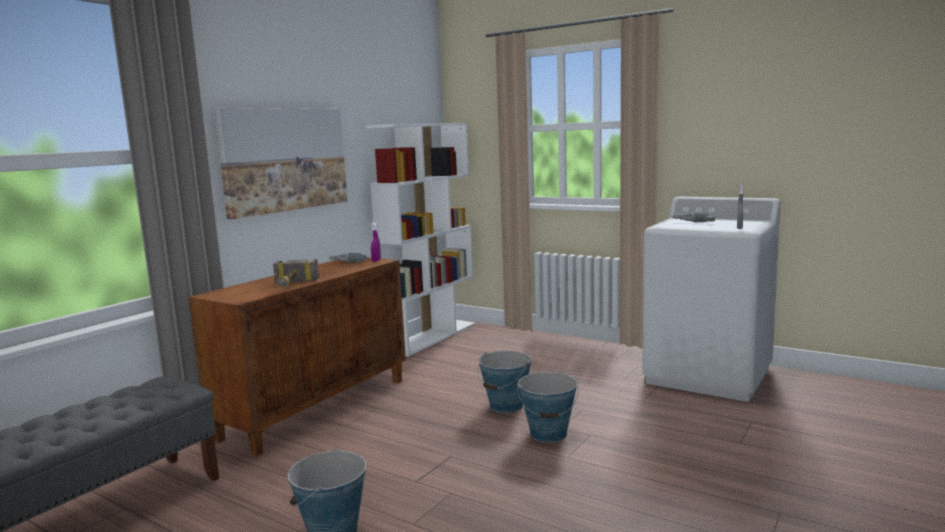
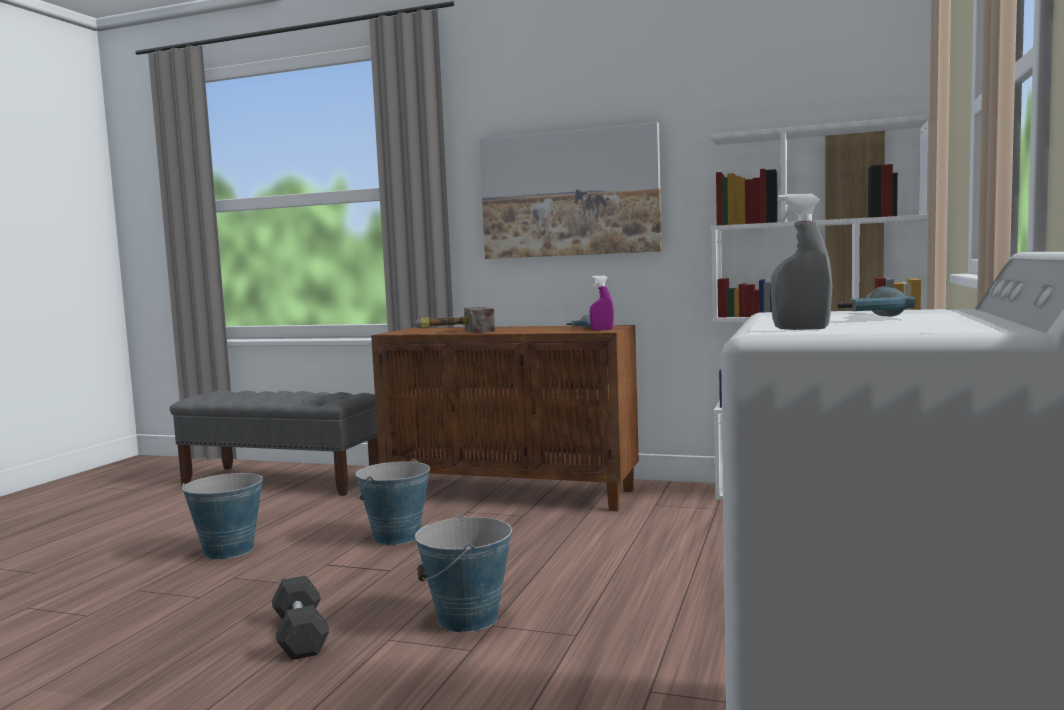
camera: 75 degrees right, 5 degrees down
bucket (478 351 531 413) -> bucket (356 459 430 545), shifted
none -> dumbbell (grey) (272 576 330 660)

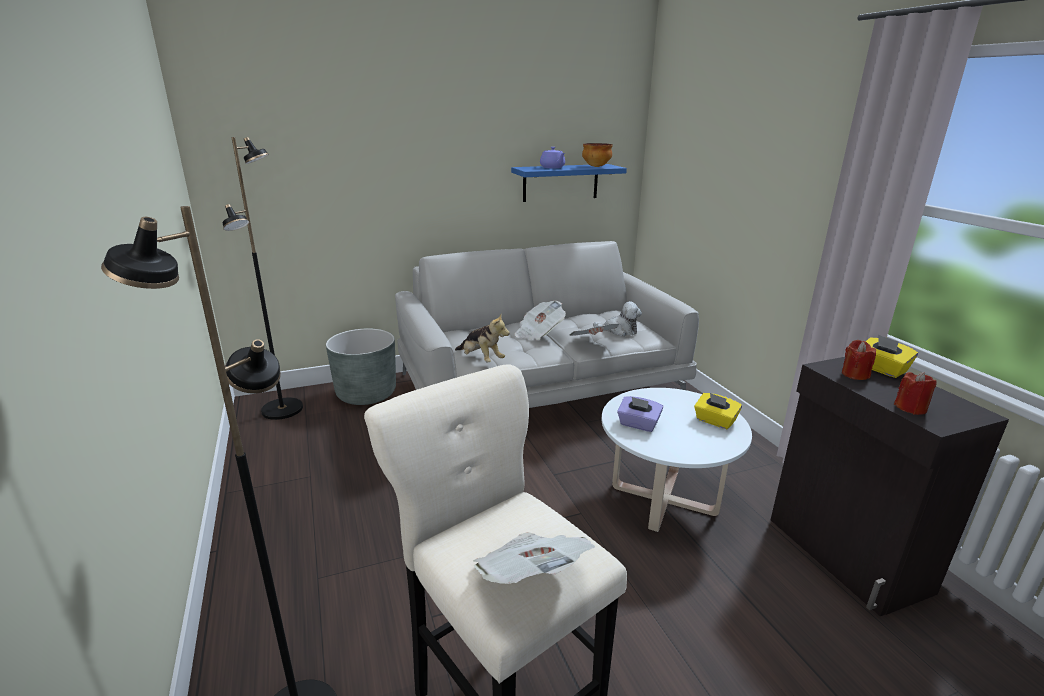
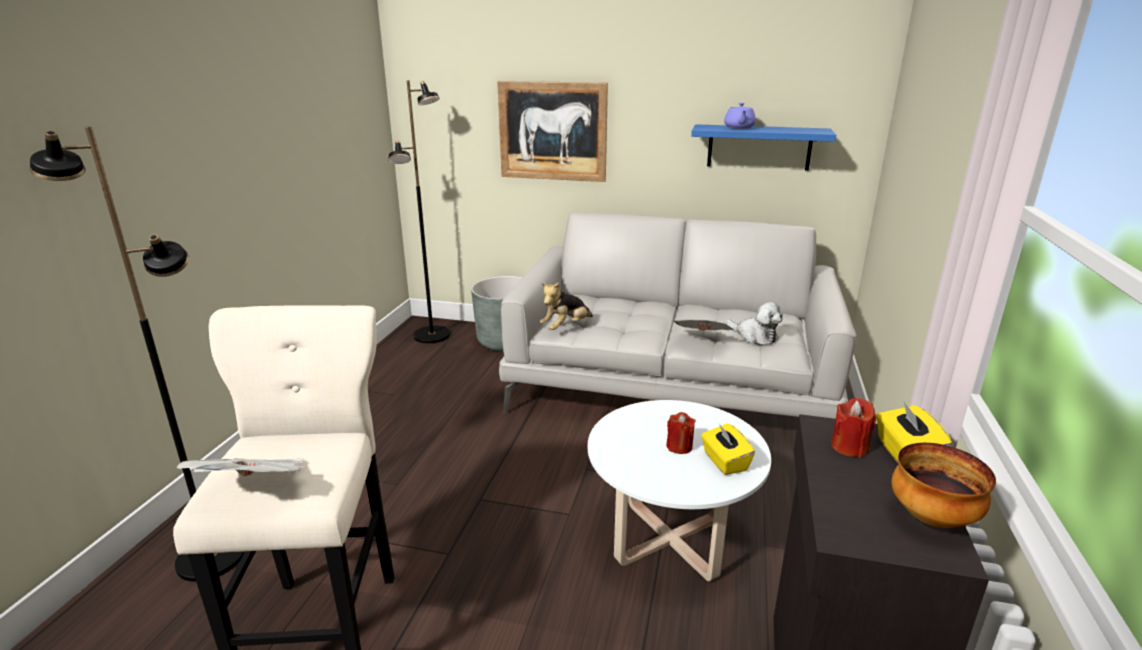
camera: 35 degrees right, 0 degrees up
plush toy (455 314 510 362) -> plush toy (540 282 593 330), 60 degrees clockwise
newspaper (514 301 566 340) -> none
bowl (582 143 613 167) -> bowl (891 443 996 528), shifted
tissue box (purple) (617 396 663 432) -> none
candle (red) (894 372 937 415) -> candle (red) (666 412 696 454), shifted
none -> picture (497 81 608 182)

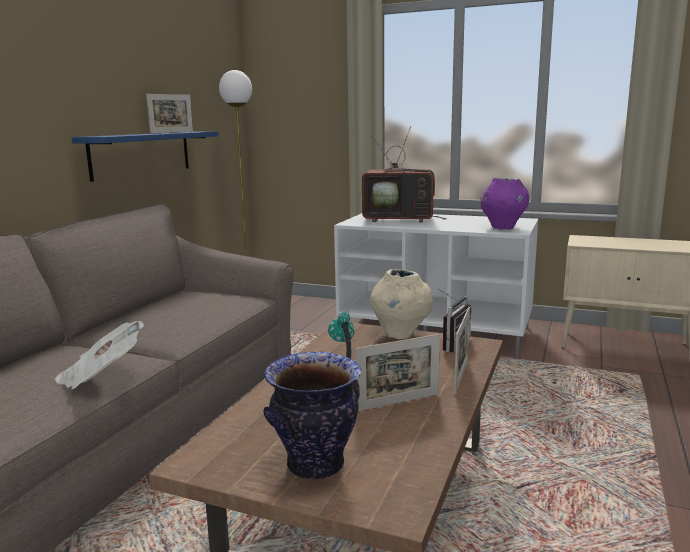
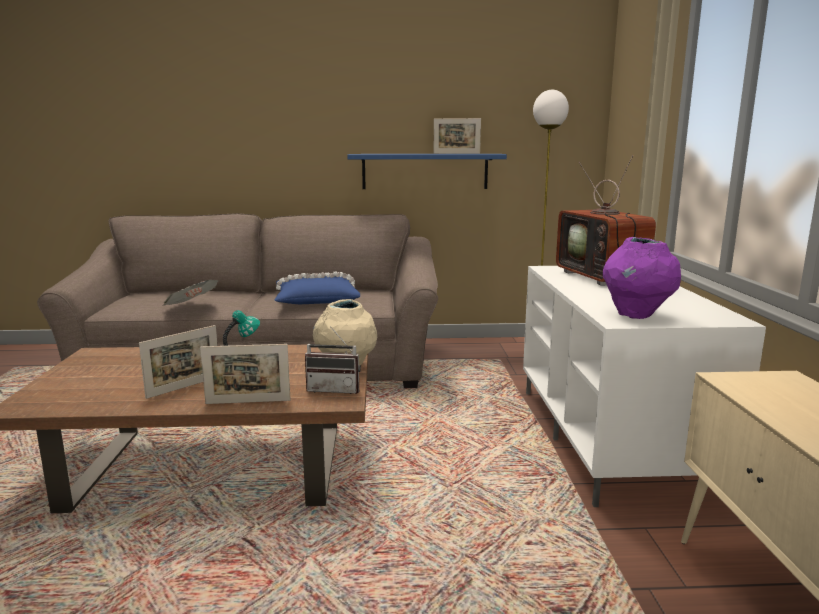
camera: 65 degrees right, 0 degrees up
vase (263 352 361 480) -> none
picture frame (356 334 440 411) -> picture frame (139 325 218 399), 90 degrees counterclockwise
none -> pillow (blue) (274 271 360 304)

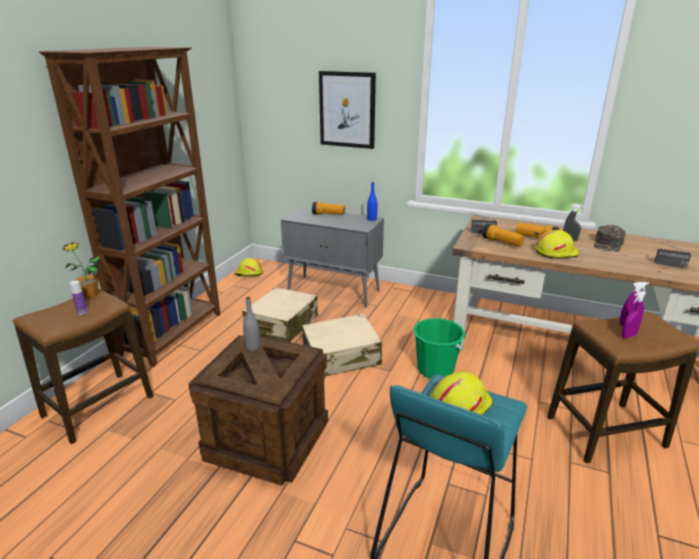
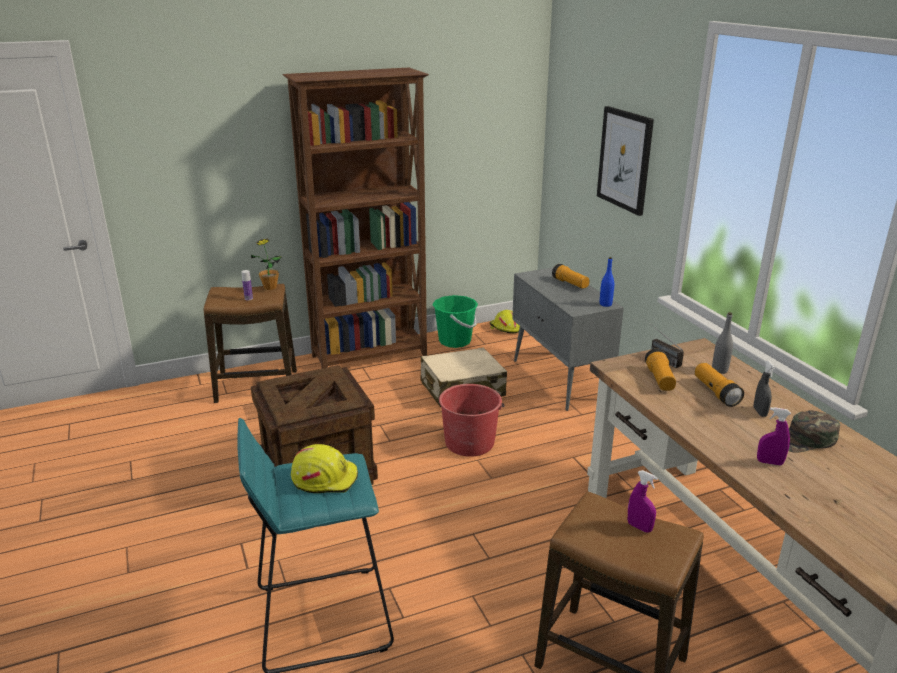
camera: 45 degrees right, 0 degrees up
bottle (grey) (243 297 260 351) -> bottle (grey) (712 312 733 374), shifted
suitcase (beige) (302 314 382 376) -> bucket (red) (438 384 505 457)
bucket (green) (413 318 465 379) -> bucket (green) (433 295 478 348), shifted
hard hat (yellow) (535 230 579 259) -> none
spray bottle (purple) (621 291 646 338) -> spray bottle (purple) (757 407 791 465), shifted
radio (644 235 691 269) -> none

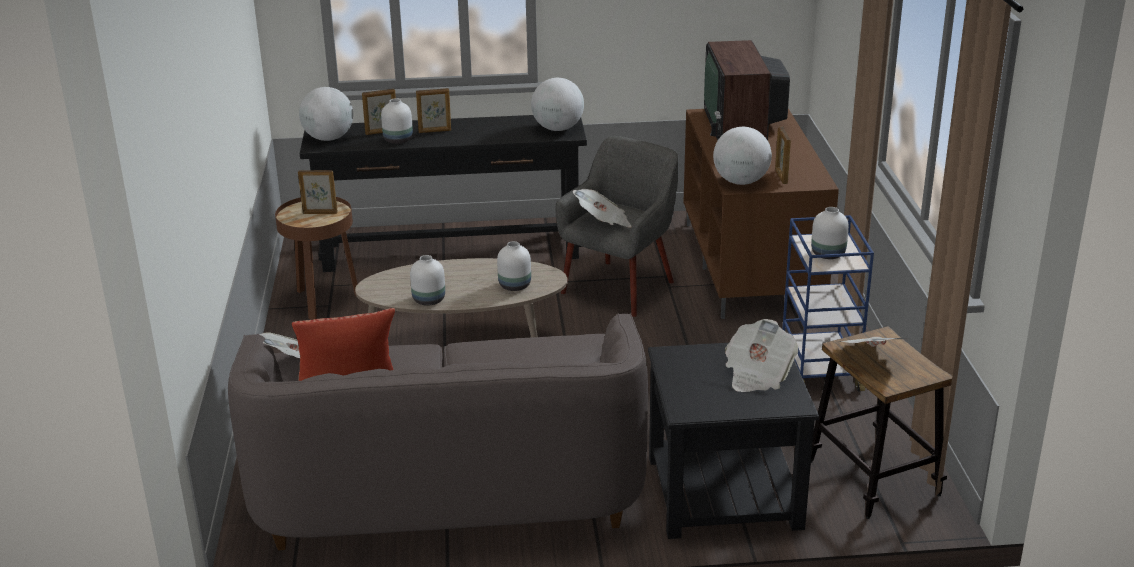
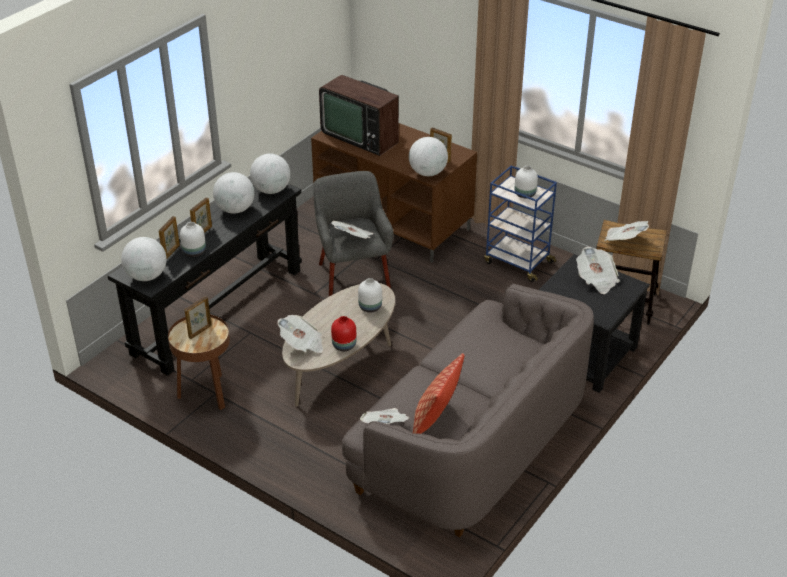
camera: 50 degrees left, 10 degrees up
vase (white) (410 255 445 306) -> vase (red) (331 316 357 351)
none -> globe (213 172 254 214)
none -> newspaper (277 315 323 353)

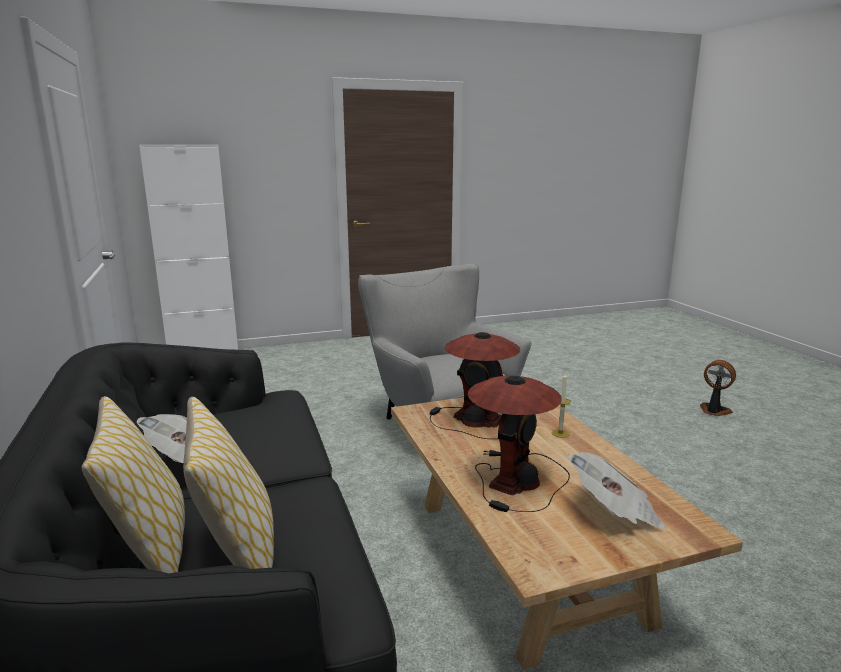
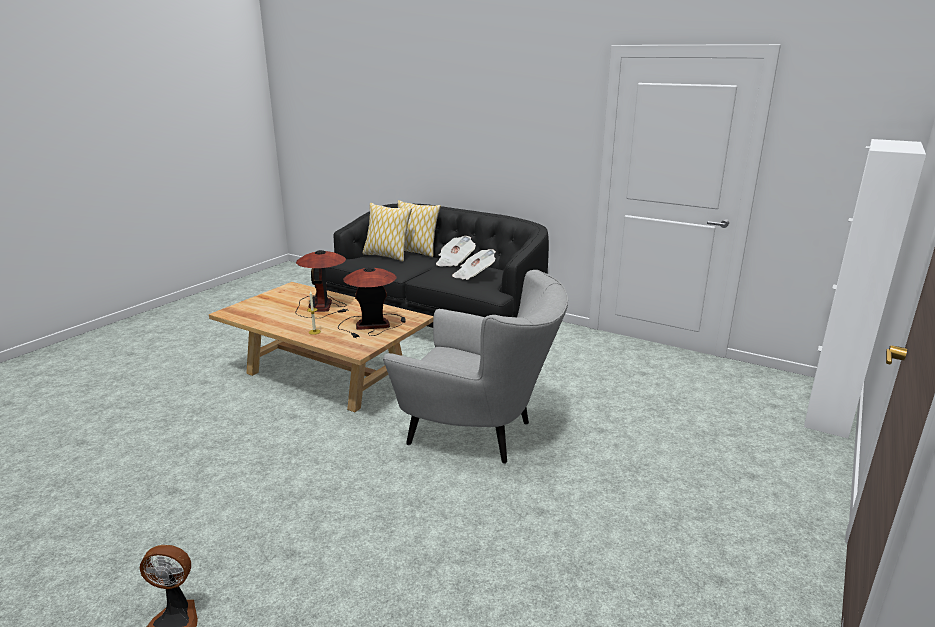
camera: 140 degrees right, 5 degrees up
newspaper (568 452 666 529) -> newspaper (452 249 496 280), shifted

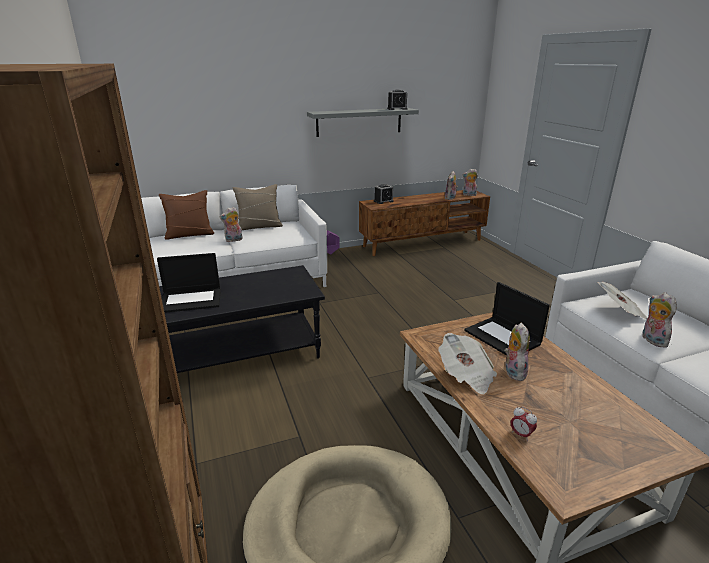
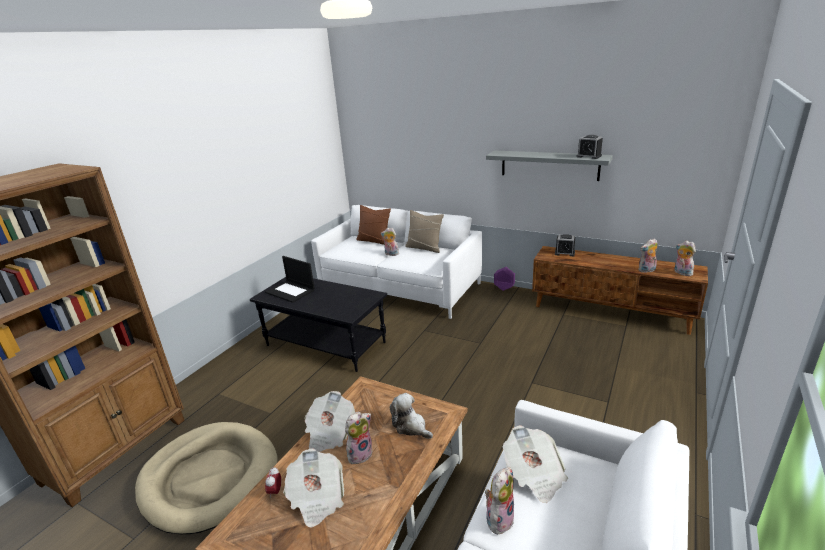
camera: 50 degrees right, 0 degrees up
laptop (464 282 550 356) -> plush toy (390 393 433 439)
none -> newspaper (284 448 344 528)

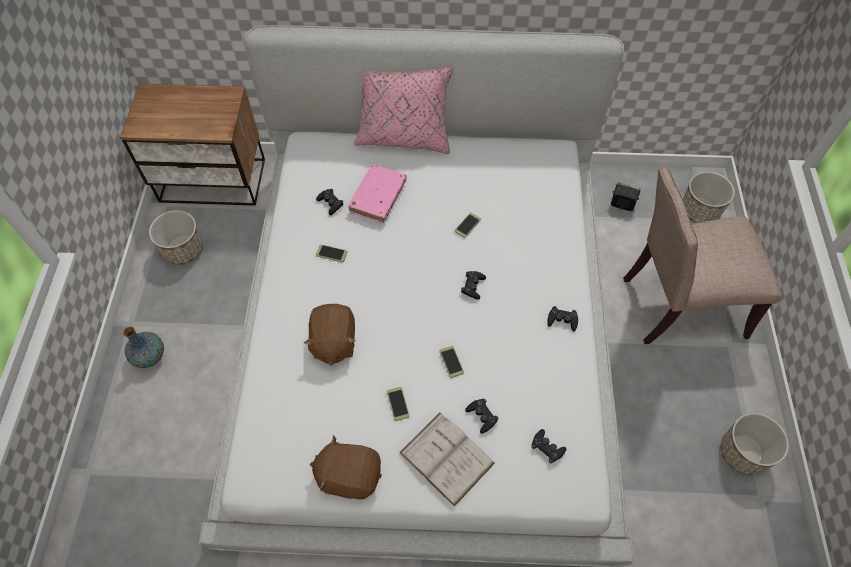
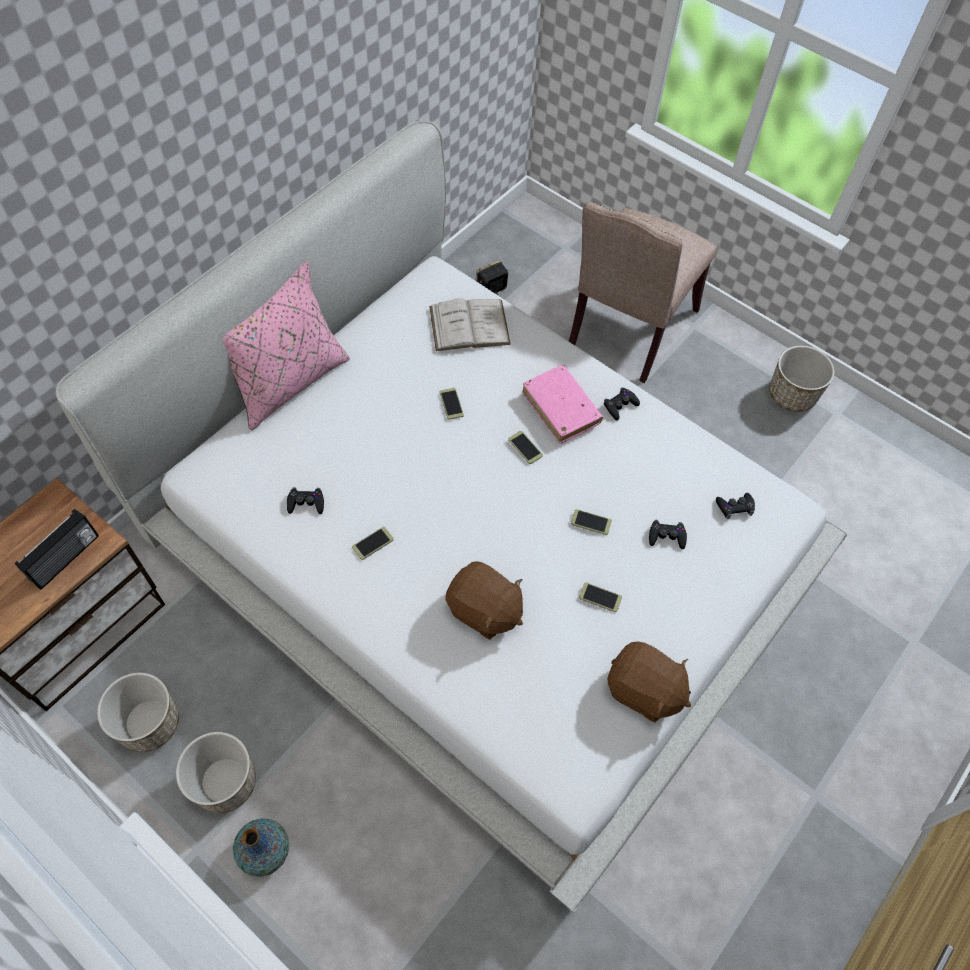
camera: 55 degrees left, 0 degrees up
plush toy (brown) (310 435 382 499) -> plush toy (brown) (608 642 691 722), 105 degrees counterclockwise
book (pink) (348 165 407 223) -> book (pink) (522 365 603 444), shifted
book (white) (399 413 495 507) -> book (white) (429 298 511 351), shifted
game controller (black) (461 271 486 300) -> phone (508 431 543 464)
planter (683 171 735 223) -> planter (176 732 256 813), shifted
none -> radio (15 509 99 590)

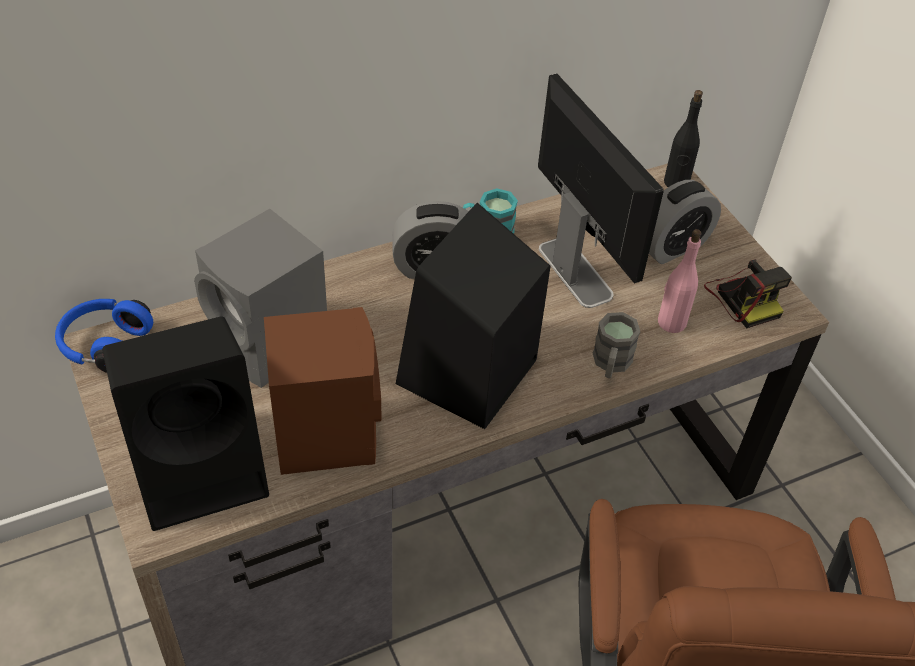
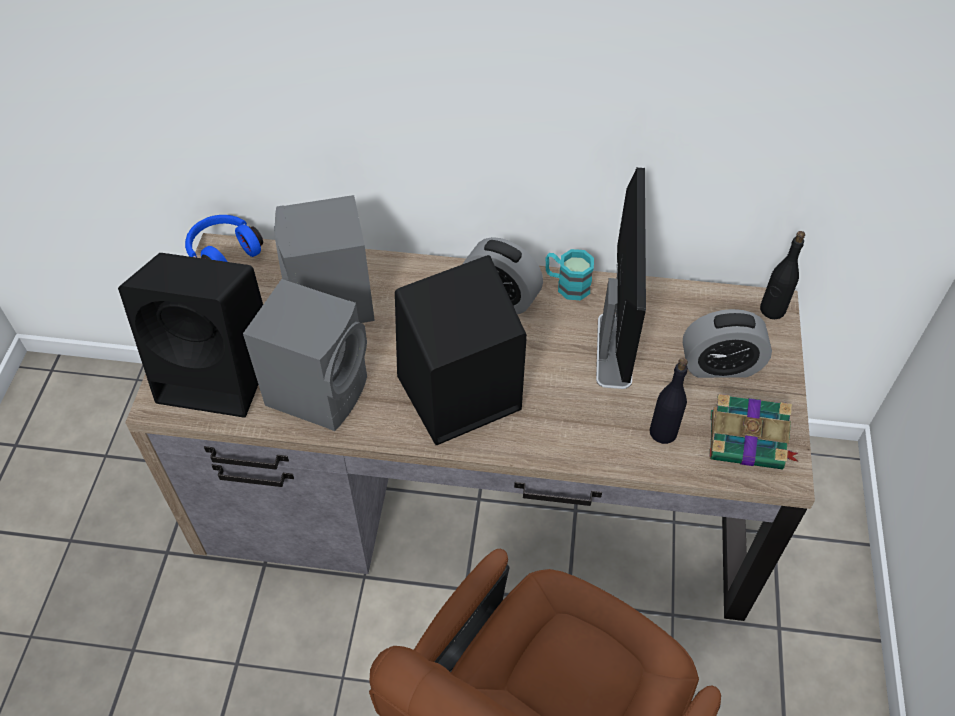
camera: 35 degrees right, 5 degrees up
speaker (brown) (264 307 381 475) -> speaker (grey) (243 279 367 431)
mug (grey) (593 312 640 378) -> none
bottle (pink) (658 229 702 333) -> bottle (black) (650 358 688 444)
photo camera (704 259 792 328) -> book (709 394 798 470)

